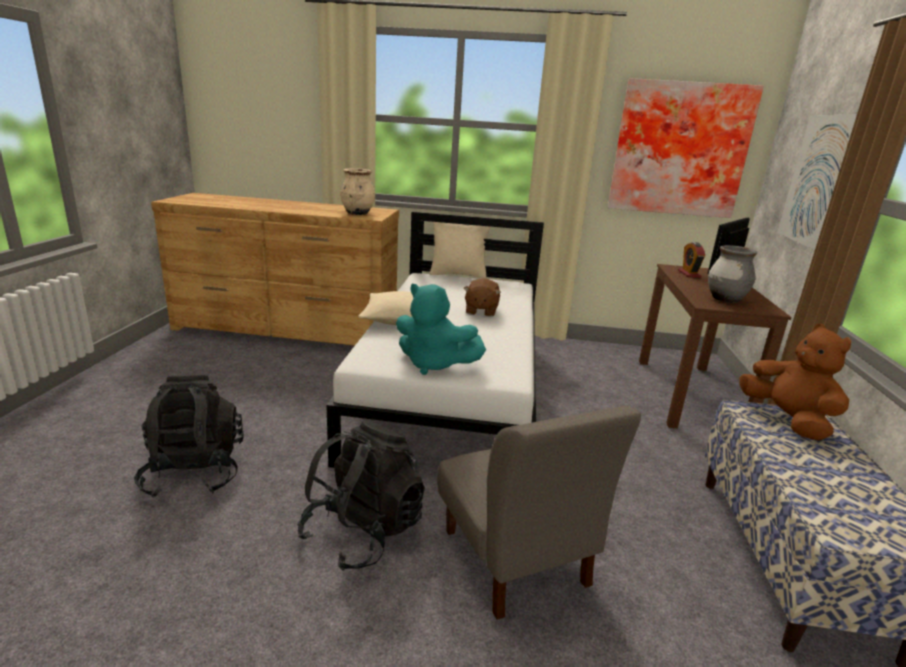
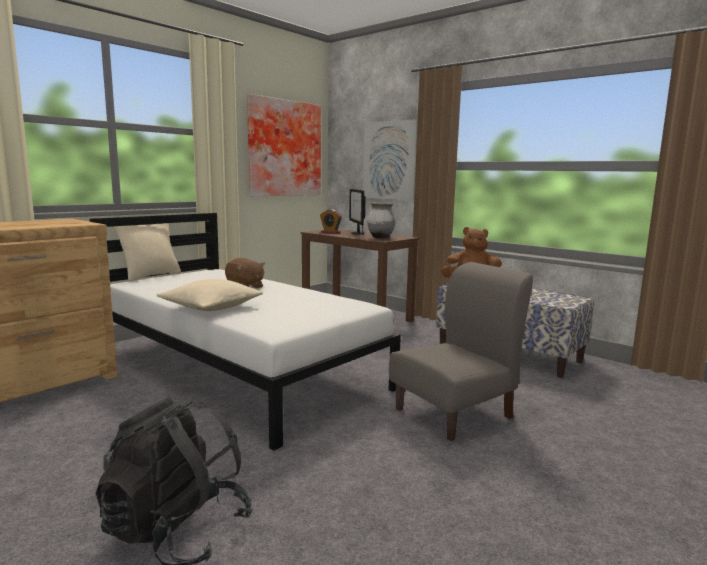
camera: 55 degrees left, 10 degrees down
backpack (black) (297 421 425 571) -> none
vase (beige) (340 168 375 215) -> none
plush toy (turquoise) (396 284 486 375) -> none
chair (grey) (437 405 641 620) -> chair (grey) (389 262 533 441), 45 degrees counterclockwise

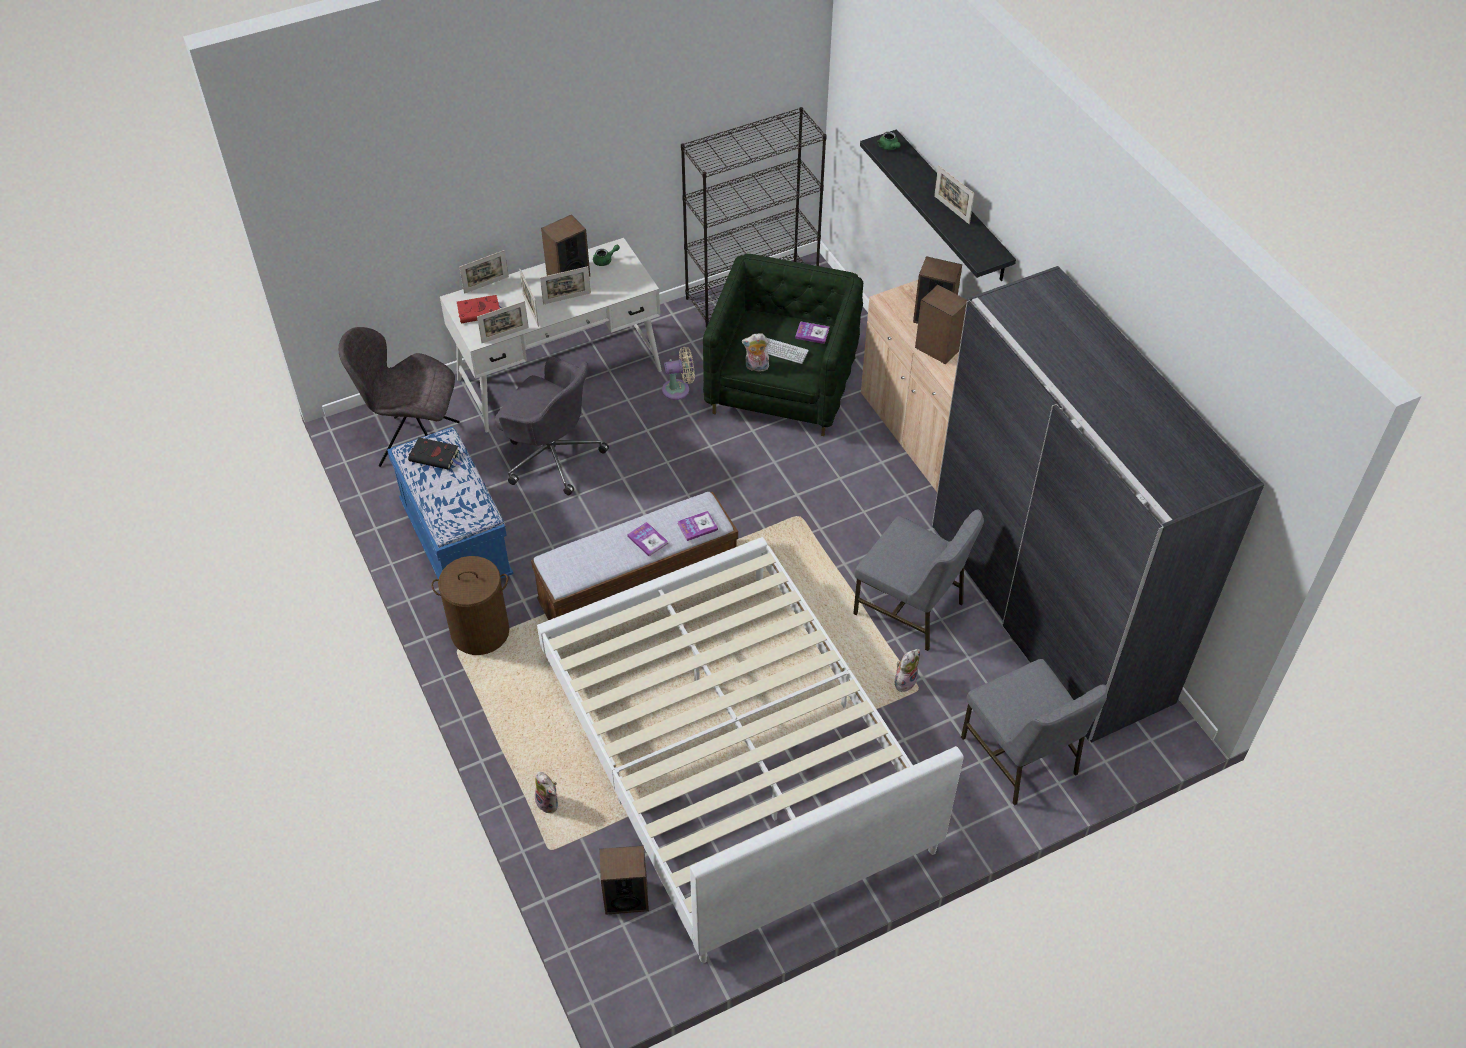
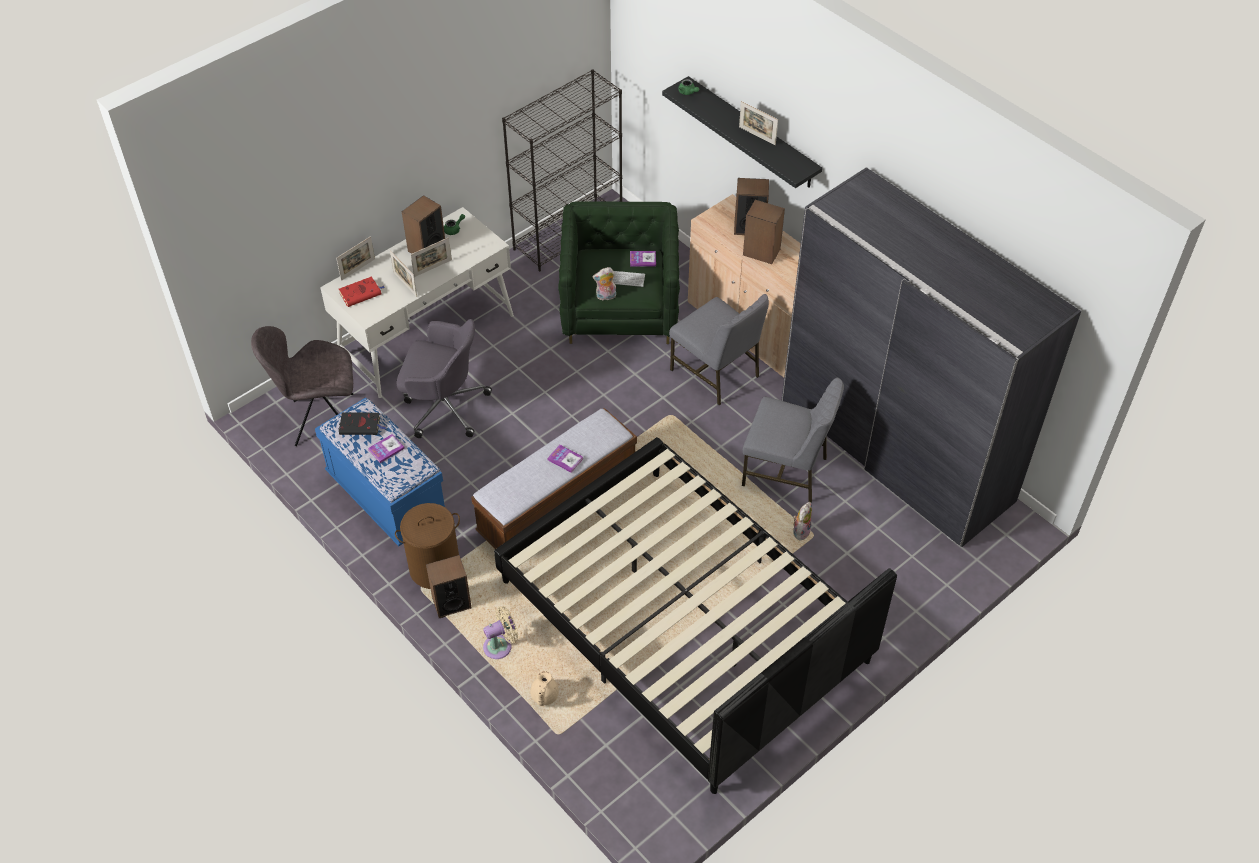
camera: 15 degrees left, 0 degrees up
picture frame (477 301 529 343) -> none
plush toy (535 772 558 813) -> teapot (beige) (530 671 559 706)
bed (white) (537 537 963 963) -> bed (black) (494 437 897 794)
speaker (600 846 649 915) -> speaker (426 555 472 618), shifted
fan (beige) (662 347 695 400) -> fan (beige) (483 606 518 659), shifted
book (677 511 718 541) -> book (368 434 405 463), shifted
chair (grey) (961 659 1107 806) -> chair (grey) (669 294 769 406), shifted

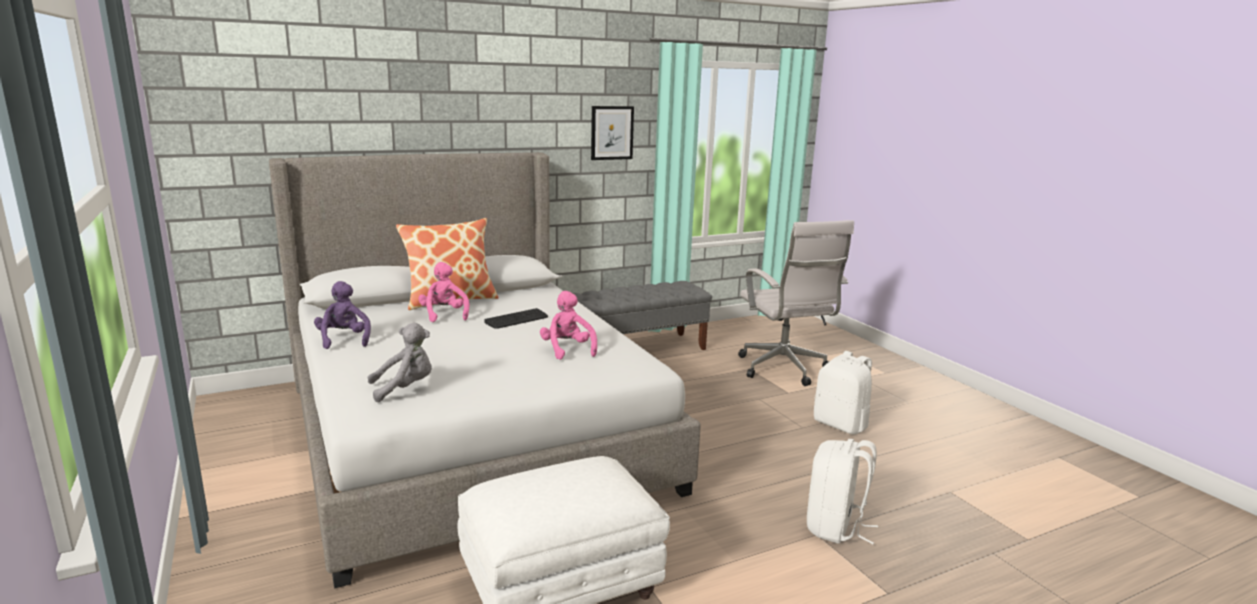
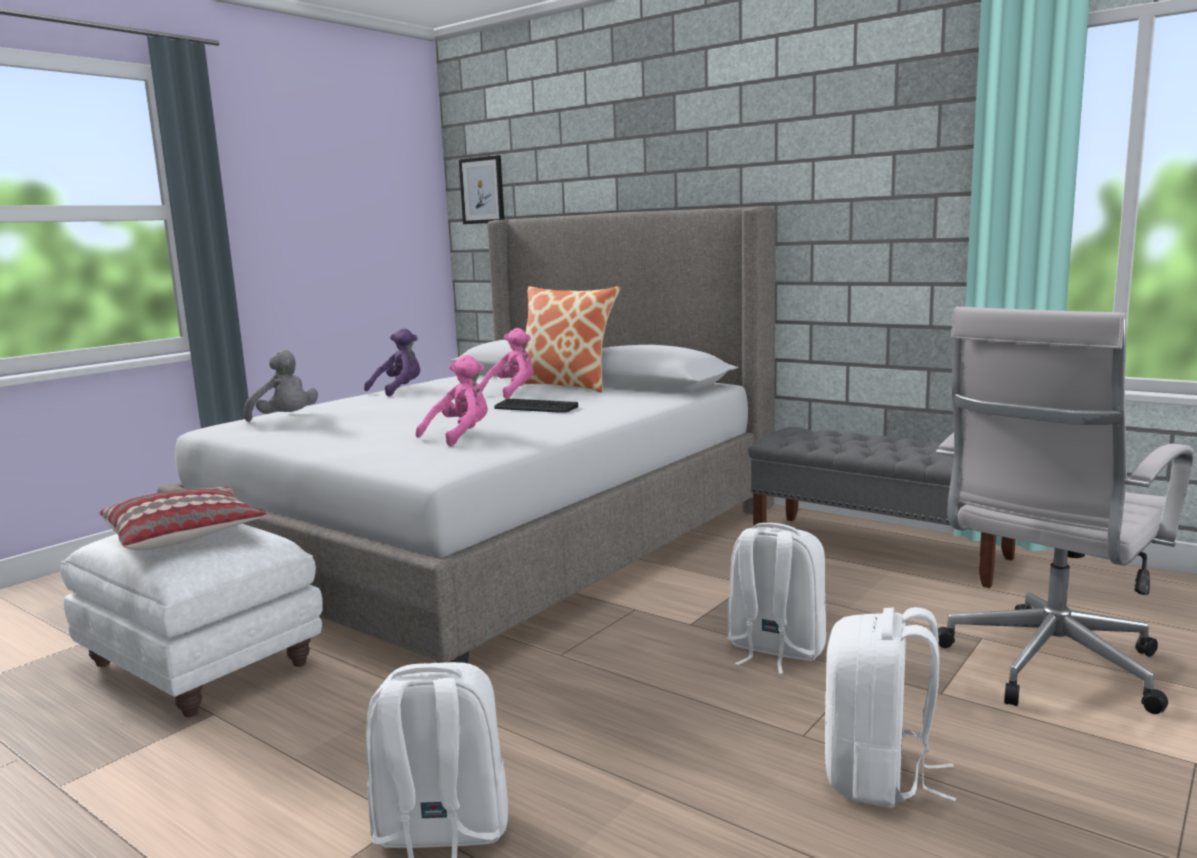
camera: 65 degrees right, 5 degrees down
picture (591 106 634 160) -> picture (459 155 504 224), shifted
none -> pillow (99 486 267 550)
none -> backpack (white) (727 523 826 674)

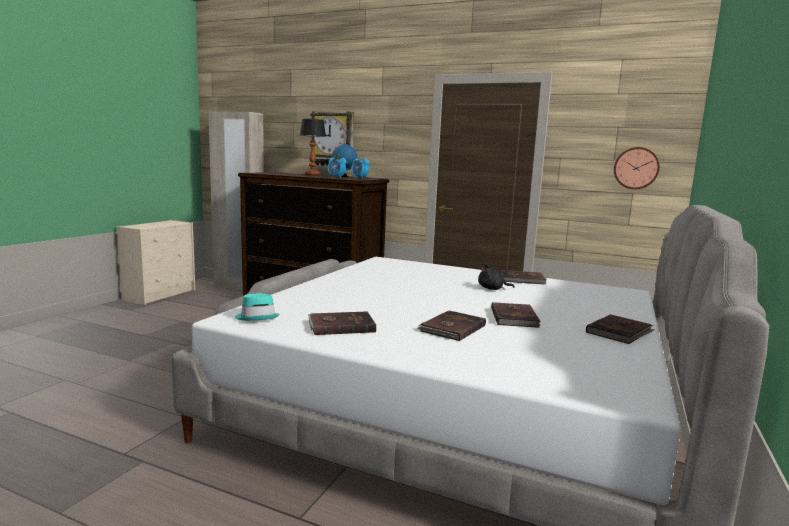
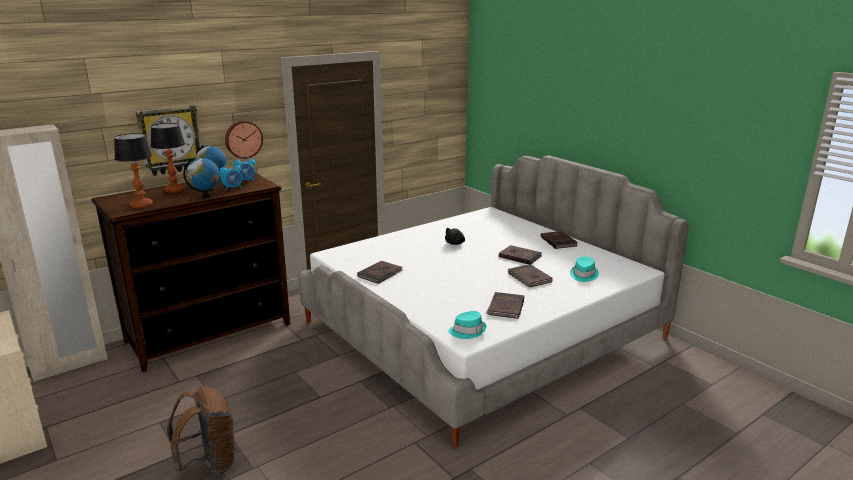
camera: 60 degrees left, 10 degrees up
book (brown) (500 270 548 285) -> book (brown) (357 260 403 284), shifted
wall clock (614 147 660 189) -> wall clock (225 120 263 159), shifted
none -> table lamp (114 133 153 209)
none -> backpack (brown) (167 386 236 475)
none -> globe (183 158 220 198)
none -> hat (turquoise) (570 257 599 282)

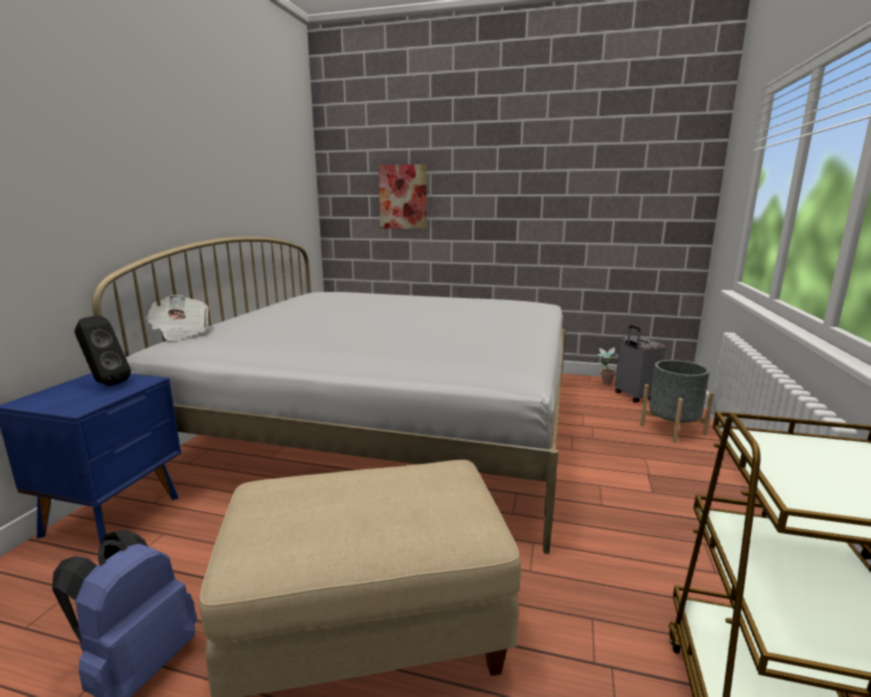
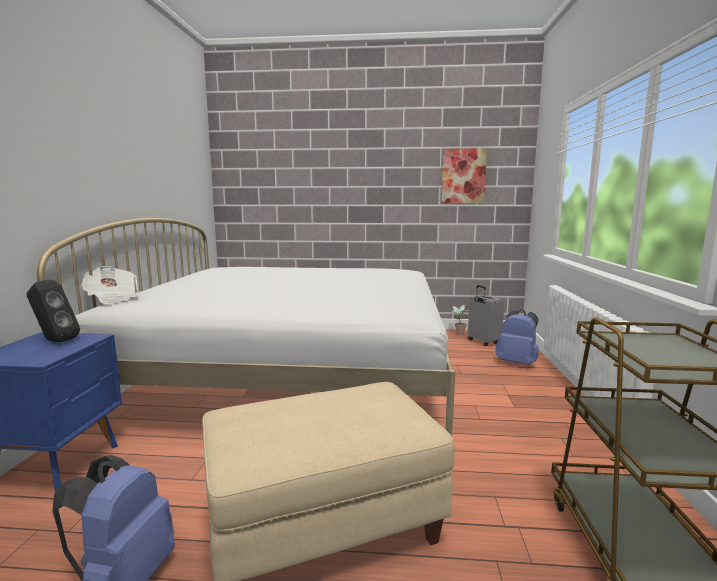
camera: 10 degrees left, 5 degrees down
picture (378 164 427 229) -> picture (441 148 487 203), shifted
planter (grey) (640 360 714 443) -> backpack (blue) (495 309 539 365)

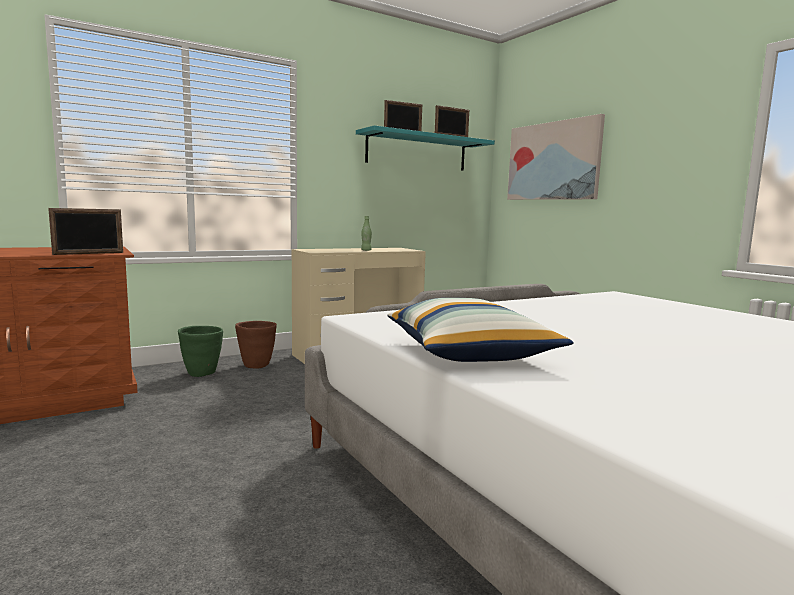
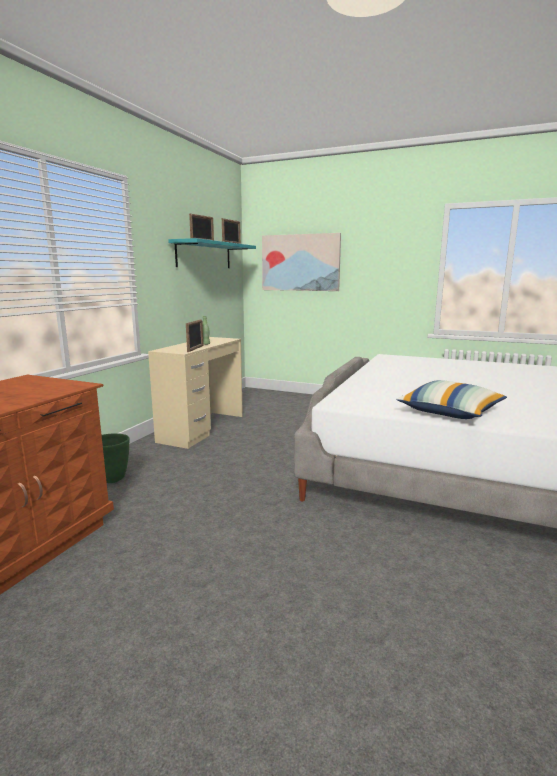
camera: 35 degrees left, 5 degrees up
picture frame (48 208 123 255) -> picture frame (186 319 203 352), shifted
planter (brown) (235 321 277 369) -> none

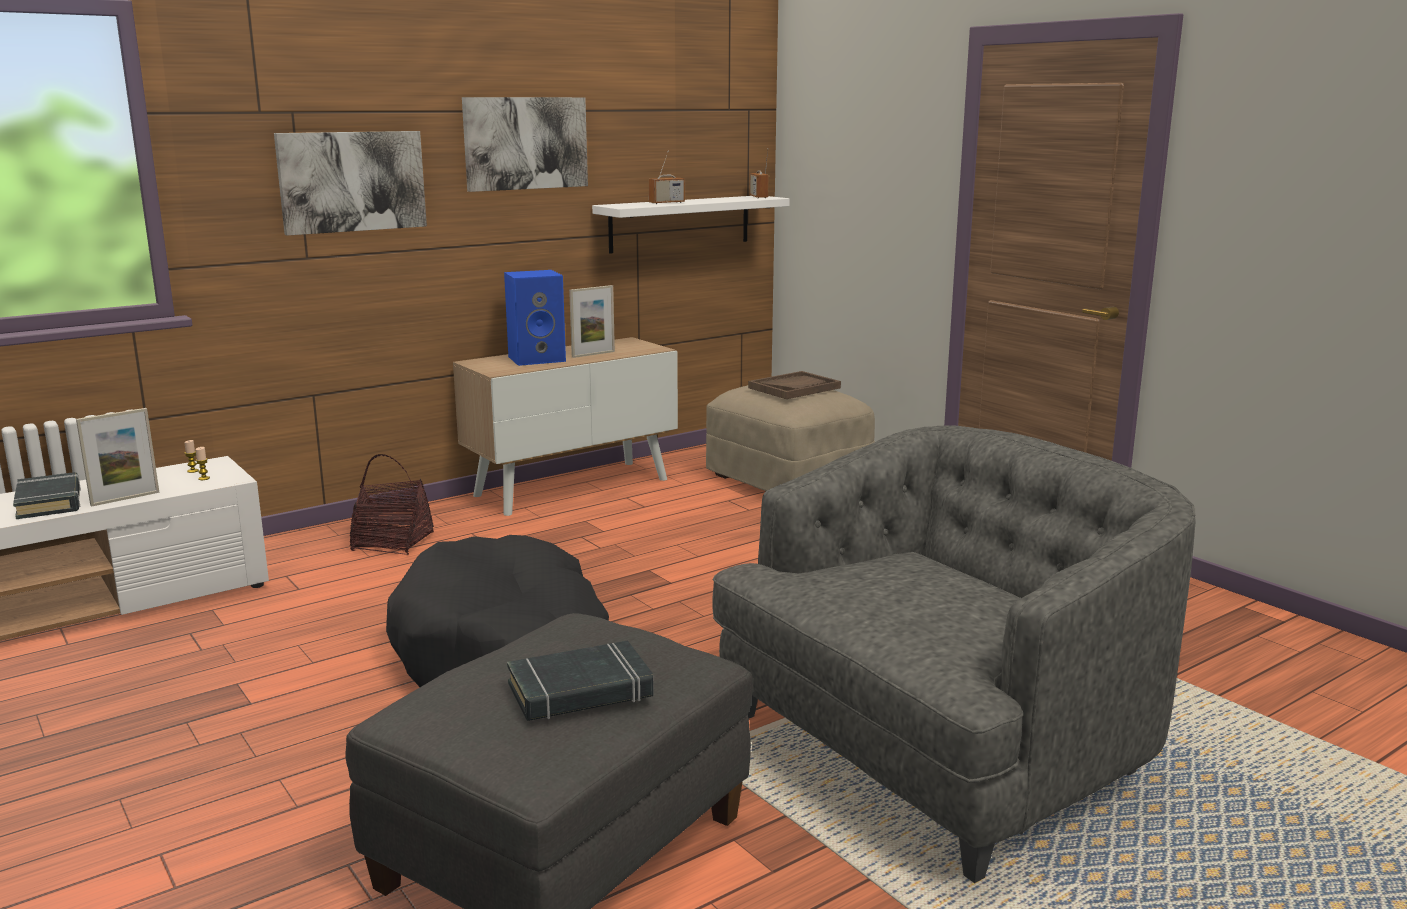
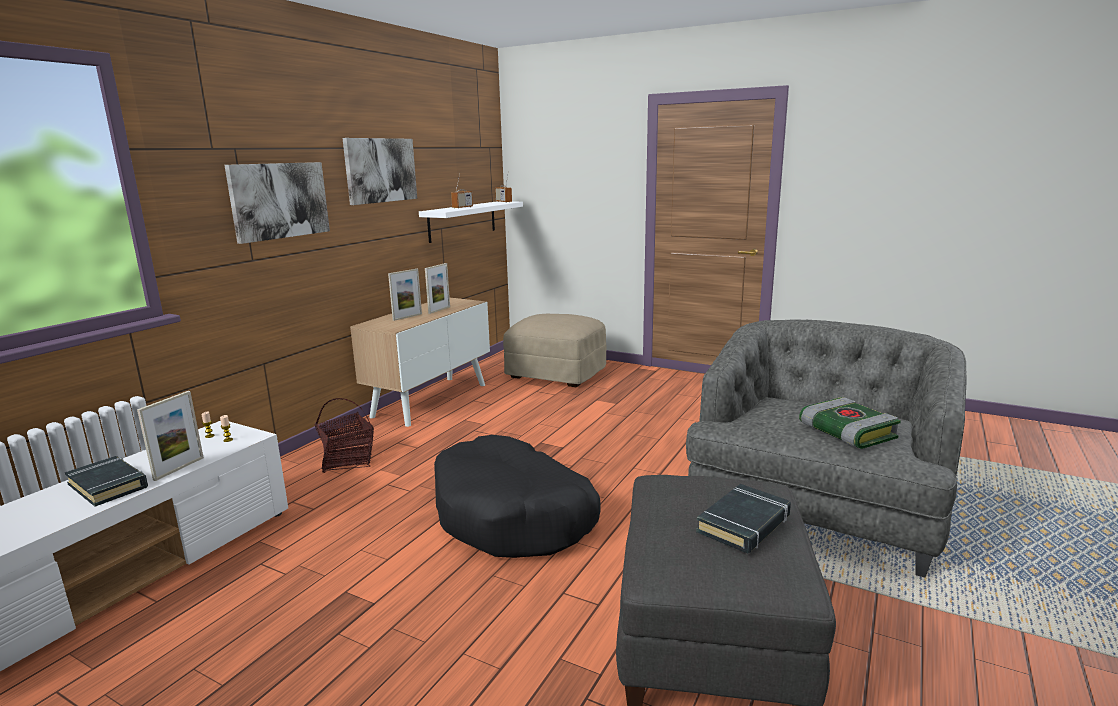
camera: 25 degrees left, 0 degrees up
speaker (blue) (504 270 566 366) -> picture frame (388 269 422 321)
tray (brown) (748 371 841 399) -> none
none -> book (799 397 901 449)

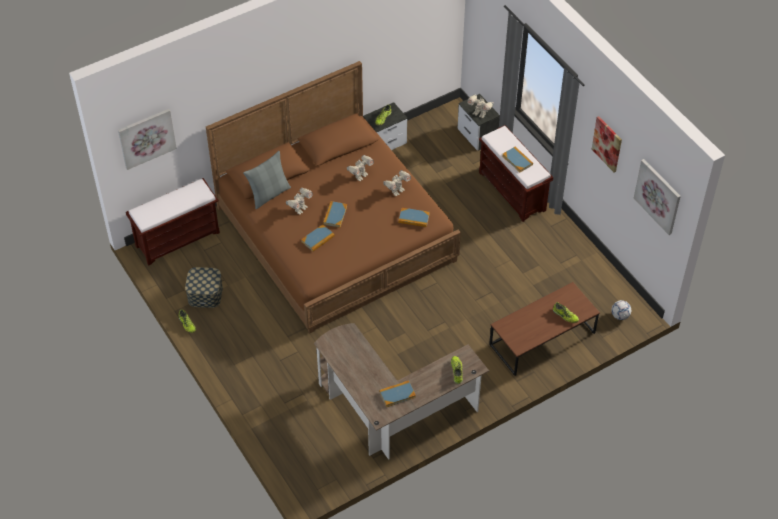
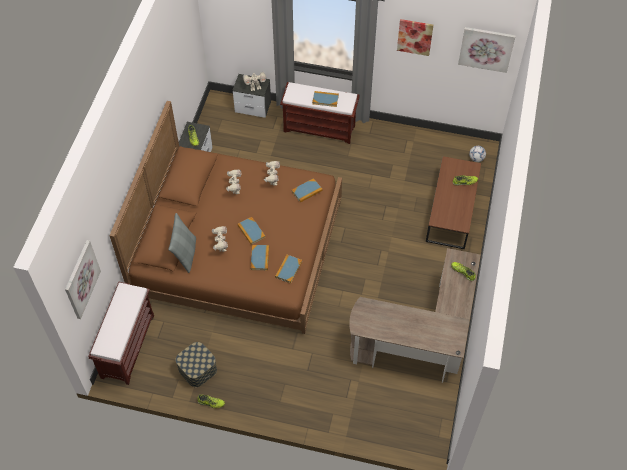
camera: 45 degrees left, 5 degrees up
book (379 380 416 407) -> book (275 255 302 283), shifted

